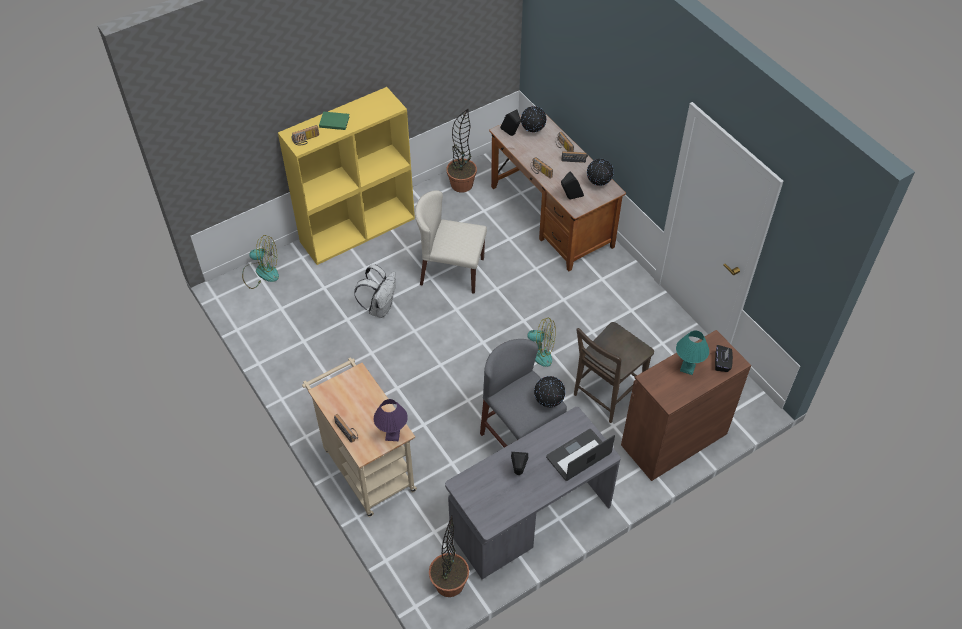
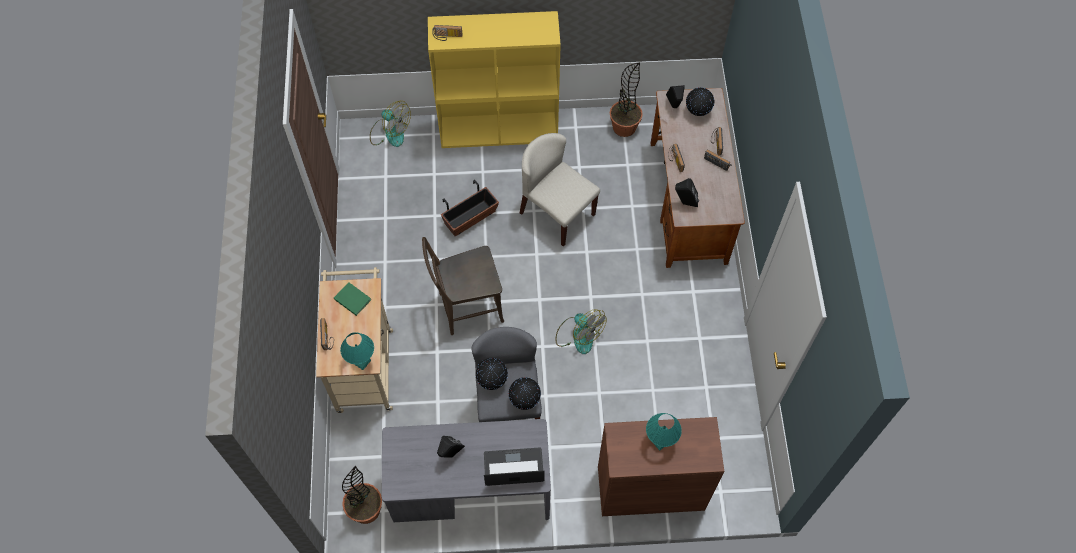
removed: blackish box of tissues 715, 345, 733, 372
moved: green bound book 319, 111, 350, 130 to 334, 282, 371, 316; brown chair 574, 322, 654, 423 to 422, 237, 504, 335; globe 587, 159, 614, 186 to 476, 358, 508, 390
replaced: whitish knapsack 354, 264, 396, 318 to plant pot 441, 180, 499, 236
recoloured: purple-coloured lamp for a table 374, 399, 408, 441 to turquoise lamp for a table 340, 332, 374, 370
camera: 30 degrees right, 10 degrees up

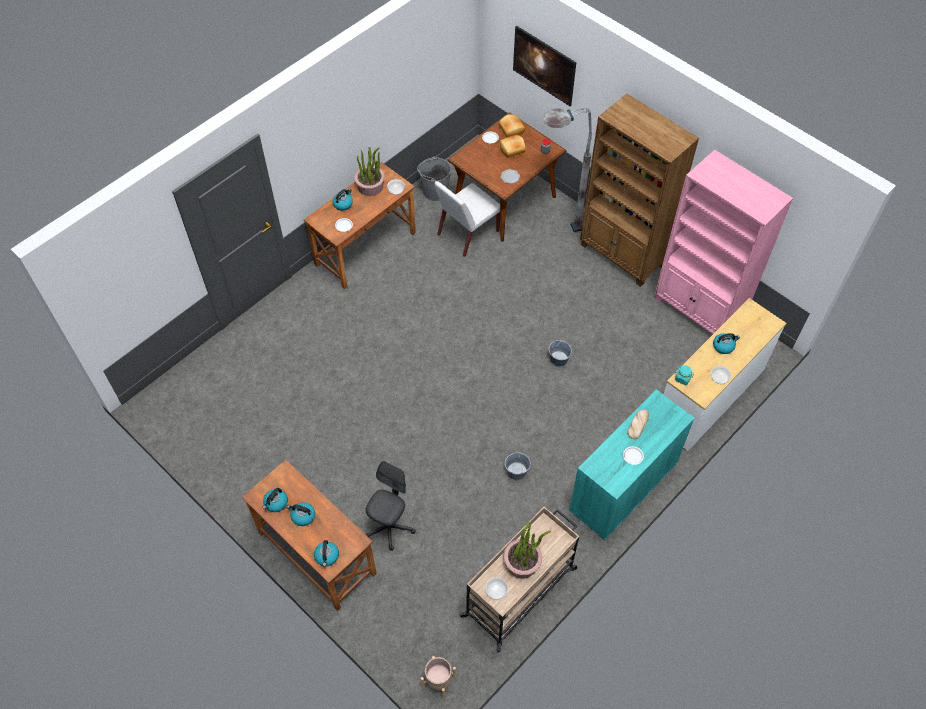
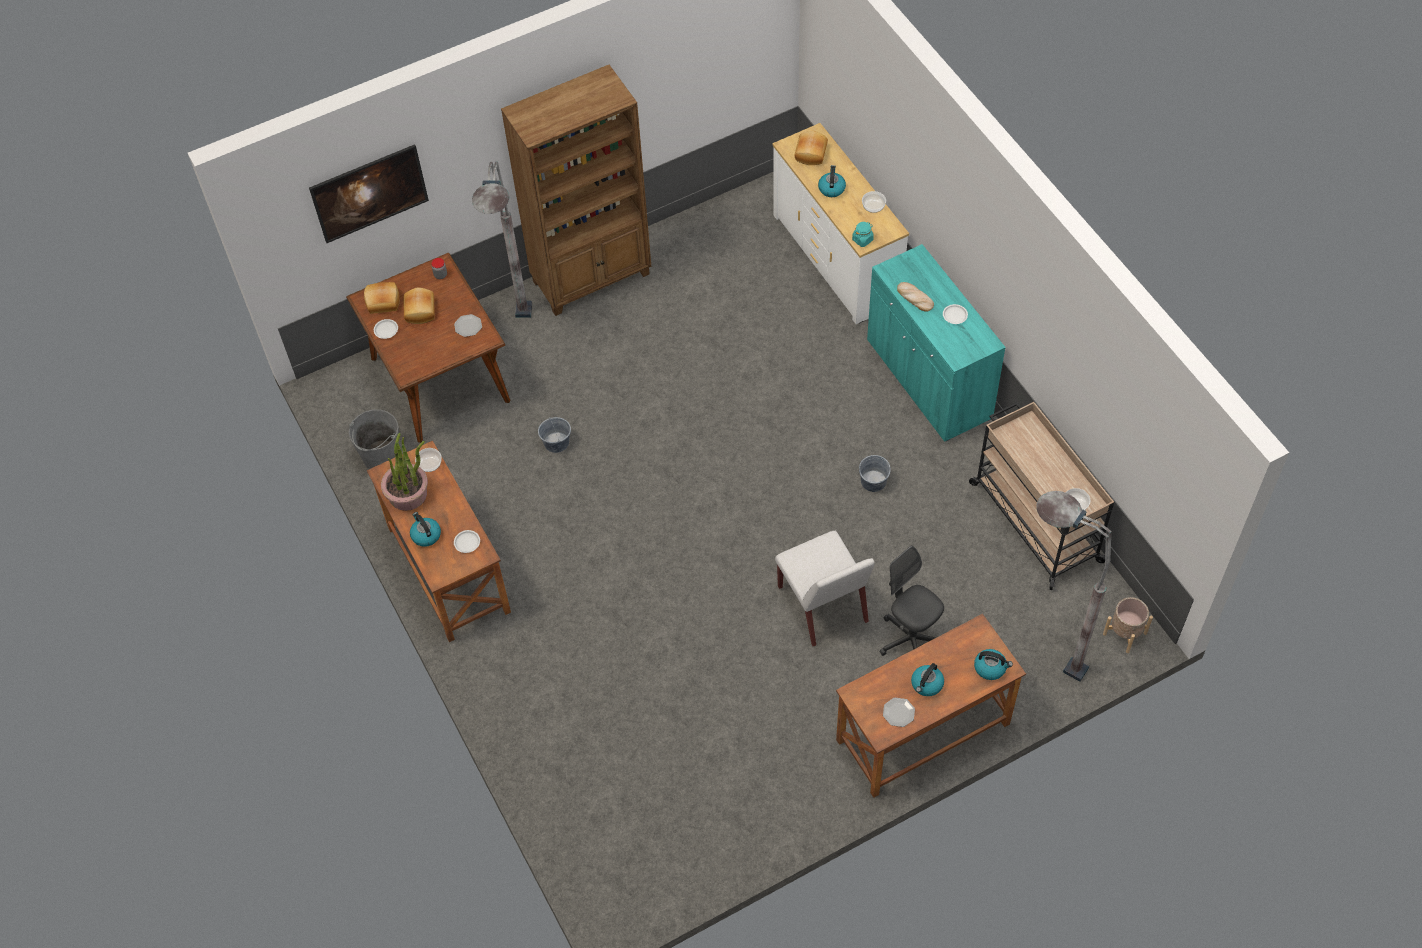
removed: houseplant 504, 522, 551, 578; pink bookcase 655, 150, 793, 334
added: bakery bread 795, 131, 828, 165; gray standard lamp 1037, 491, 1111, 682
moved: whitish chair 435, 181, 500, 257 to 775, 531, 875, 647; gray bucket 548, 340, 572, 366 to 538, 417, 571, 453
replaced: tea kettle 263, 488, 288, 512 to plate 883, 698, 915, 727
camera: 70 degrees left, 0 degrees up

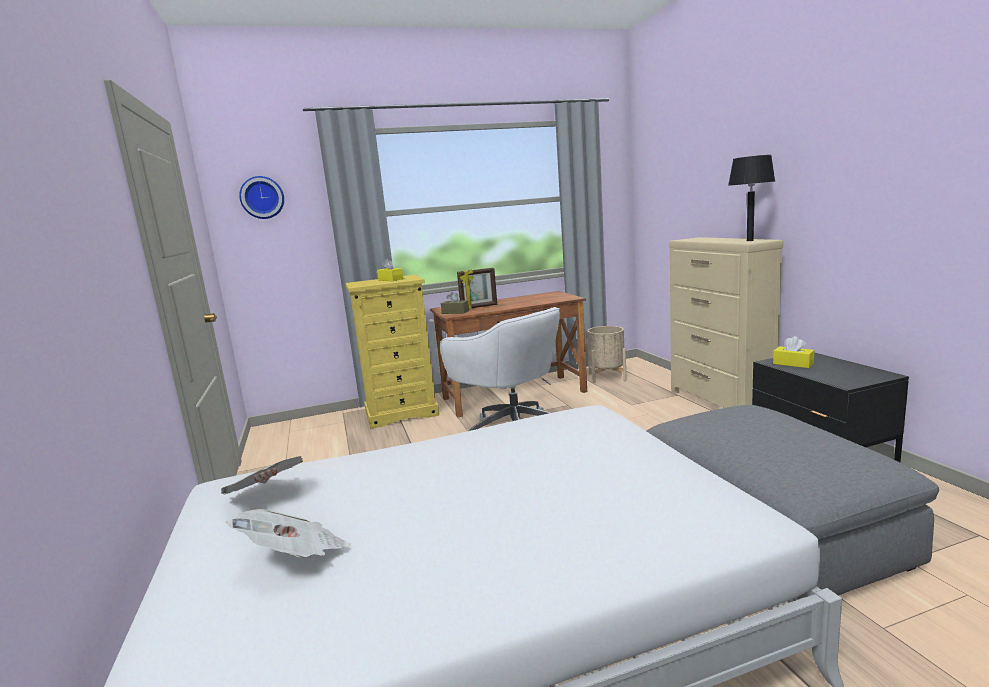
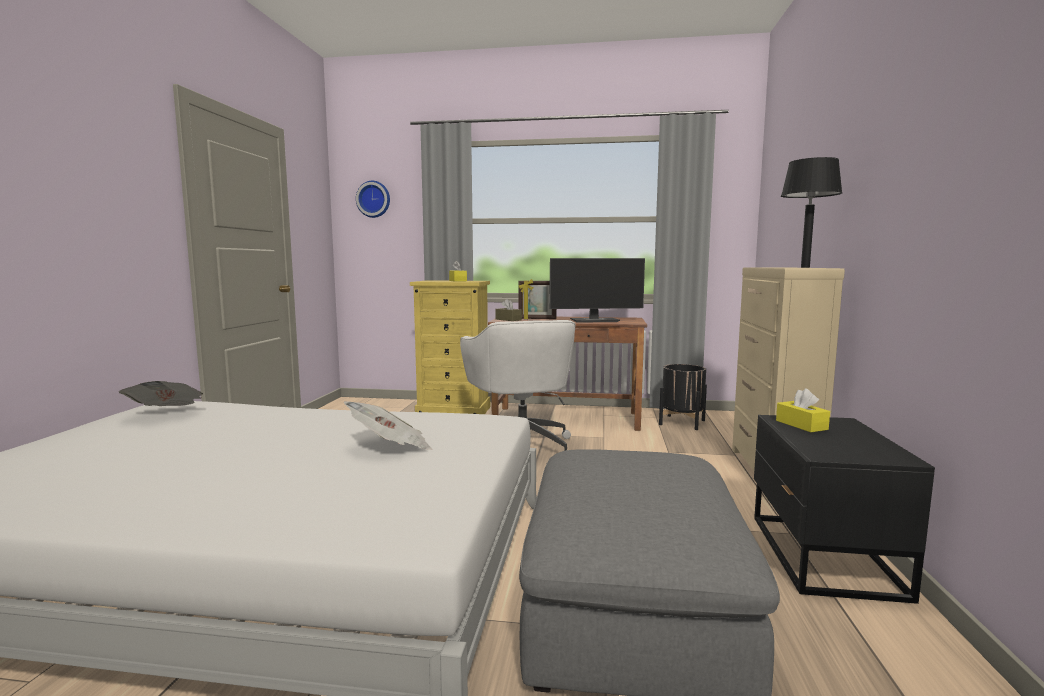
added: computer screen 549, 258, 645, 323
moved: printed paper 226, 509, 351, 558 to 343, 401, 432, 450
recoloured: beige plant pot 587, 326, 627, 383 to blackish plant pot 659, 364, 707, 430
camera: 25 degrees right, 5 degrees down

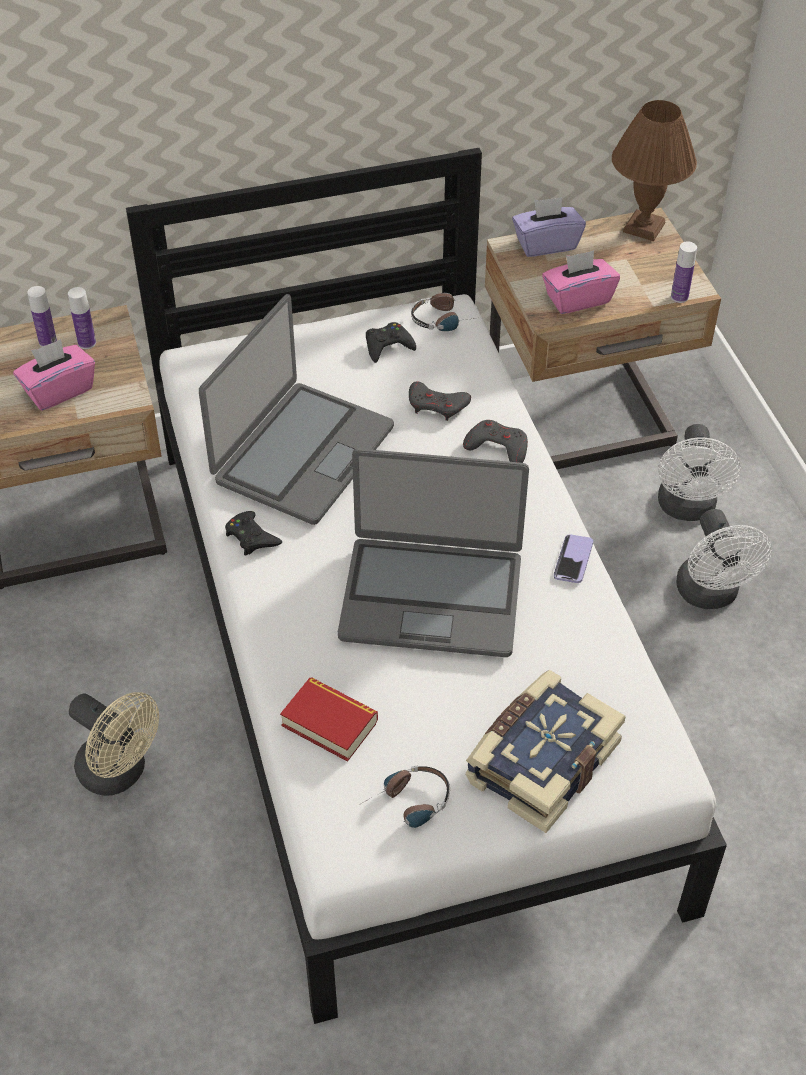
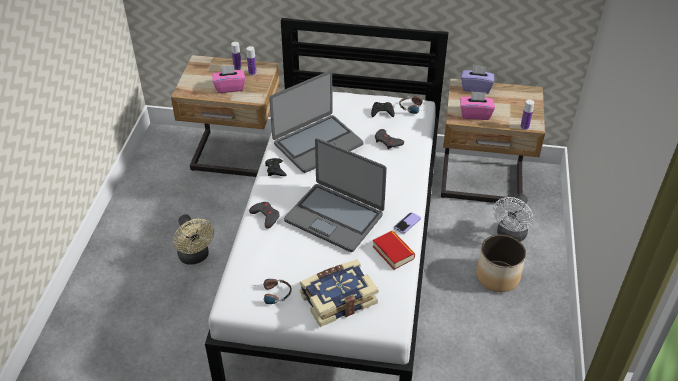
removed: brown lamp for a table 612, 100, 697, 241
moved: bound book 280, 678, 378, 762 to 373, 231, 415, 270; gray gamepad 463, 420, 528, 463 to 249, 202, 280, 229
replaced: whitish electric fan 676, 509, 772, 609 to plant pot 476, 235, 526, 292
camera: 25 degrees right, 5 degrees down

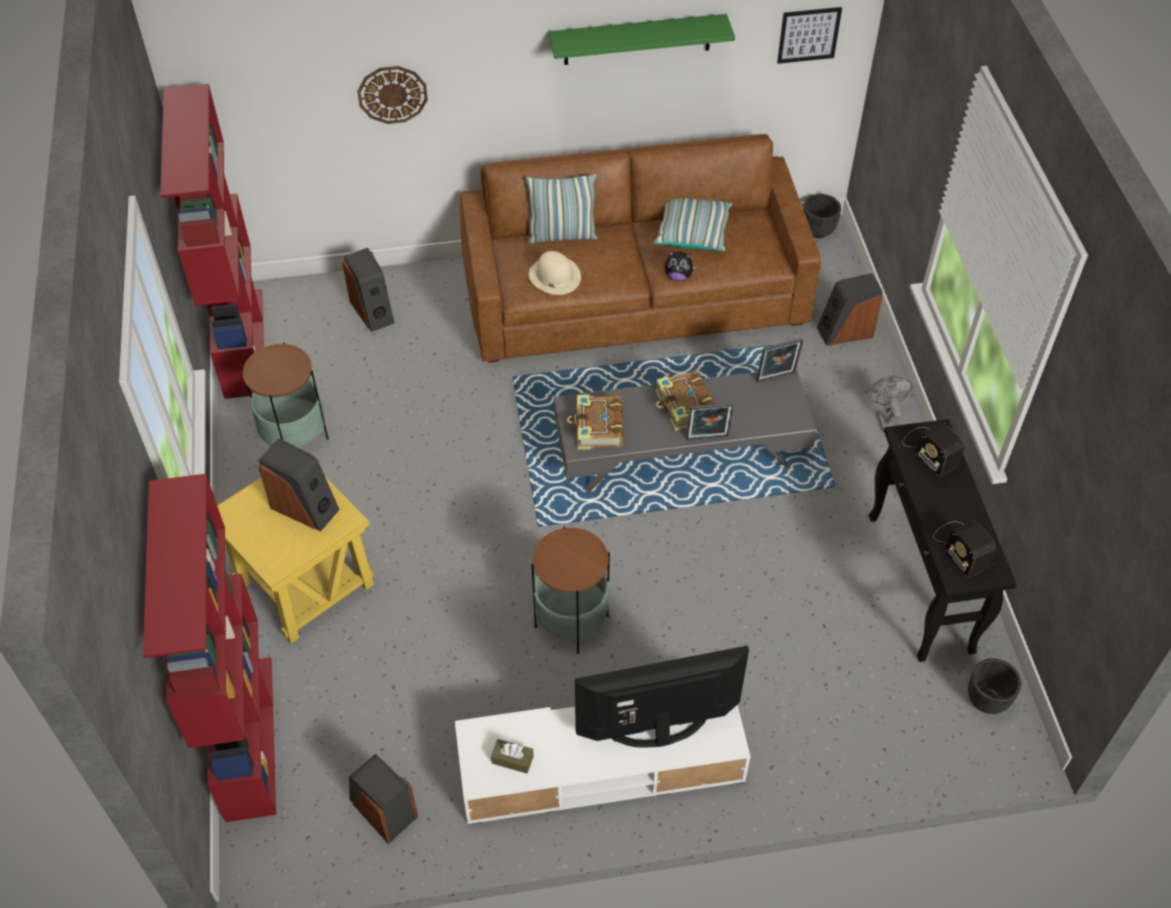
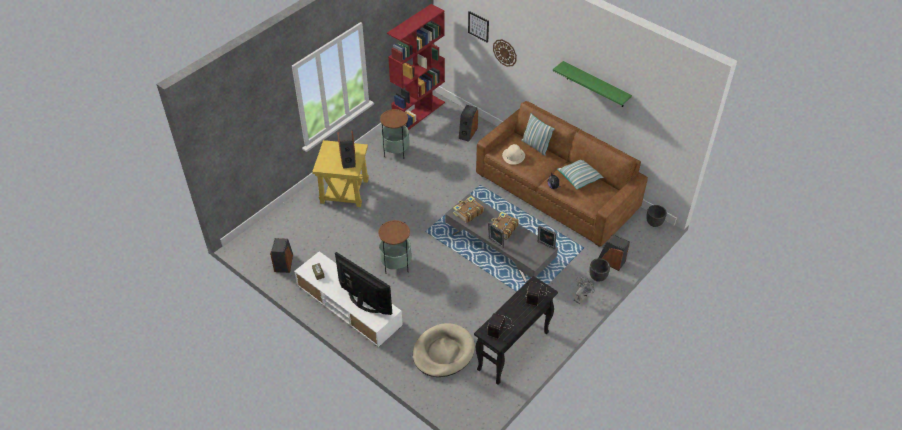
removed: reddish bookcase 143, 474, 276, 822
added: beige dog cushion 413, 323, 475, 377
moved: wall picture 777, 7, 842, 64 to 468, 11, 489, 43; blackish plant pot 968, 658, 1021, 714 to 589, 258, 610, 282
camera: 50 degrees right, 5 degrees down

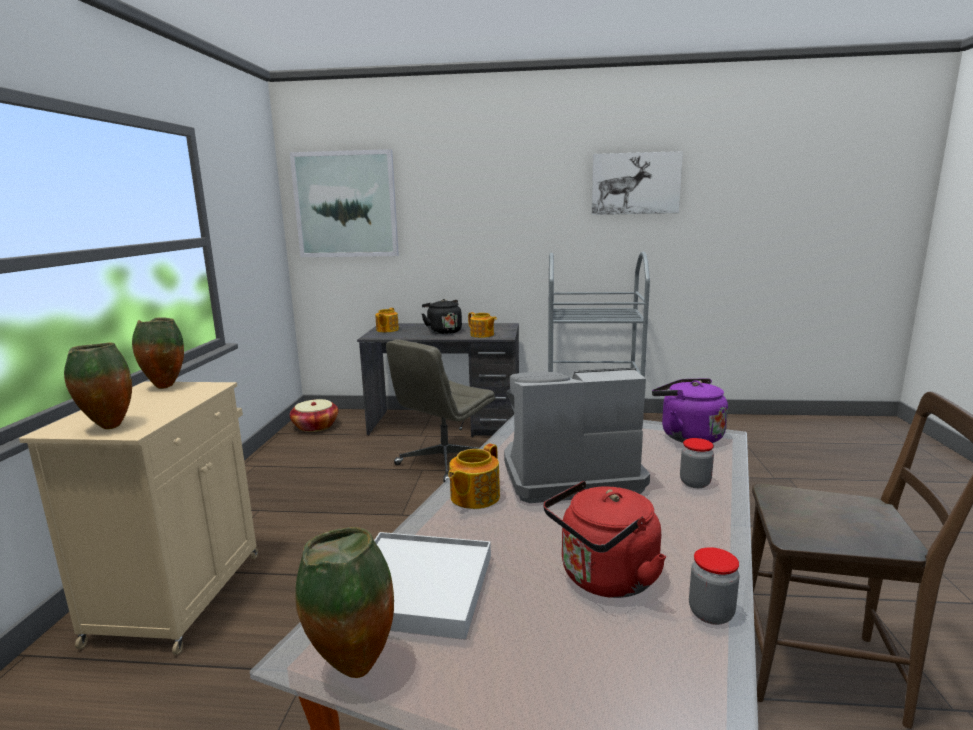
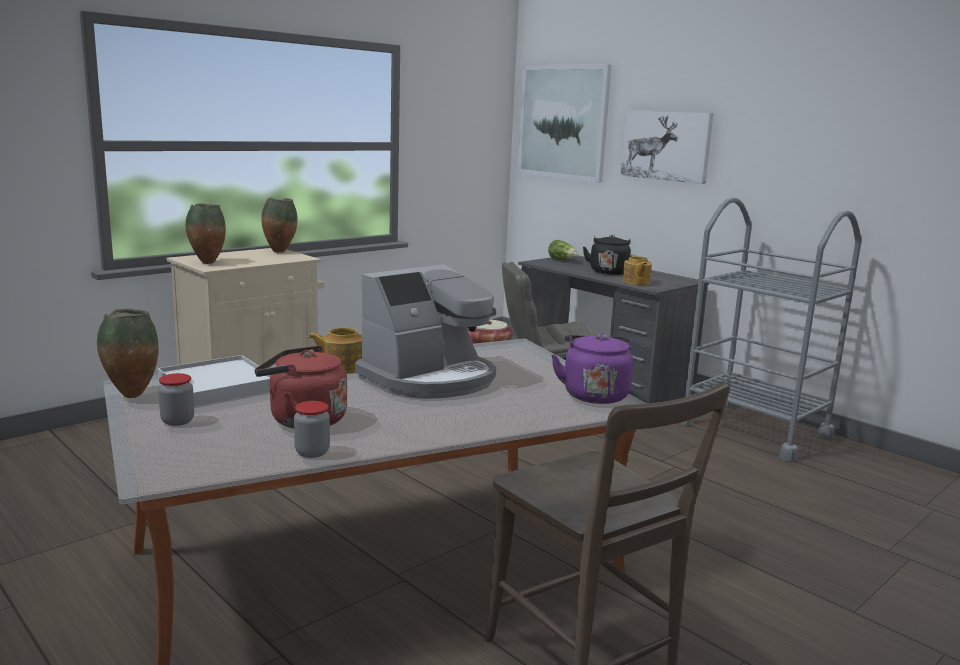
moved: wall picture 592, 151, 683, 215 to 621, 110, 714, 184; jar 680, 438, 714, 488 to 158, 373, 194, 426
replaced: teapot 375, 308, 399, 332 to head of lettuce 548, 240, 577, 260
turned: coffee maker 504, 368, 650, 503 = 355, 264, 496, 399 105 degrees clockwise
camera: 40 degrees right, 0 degrees up

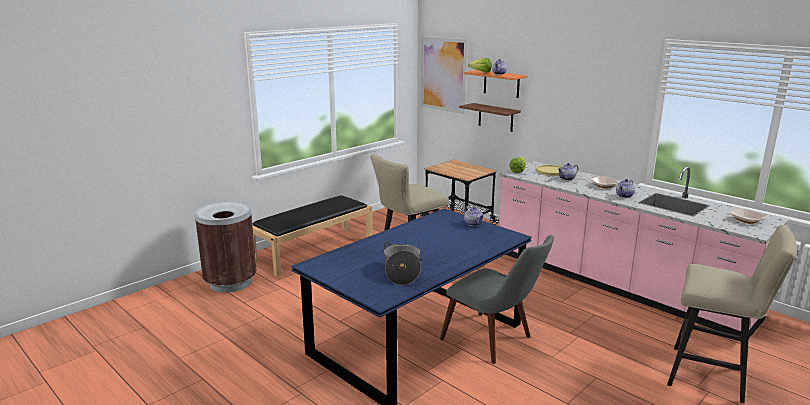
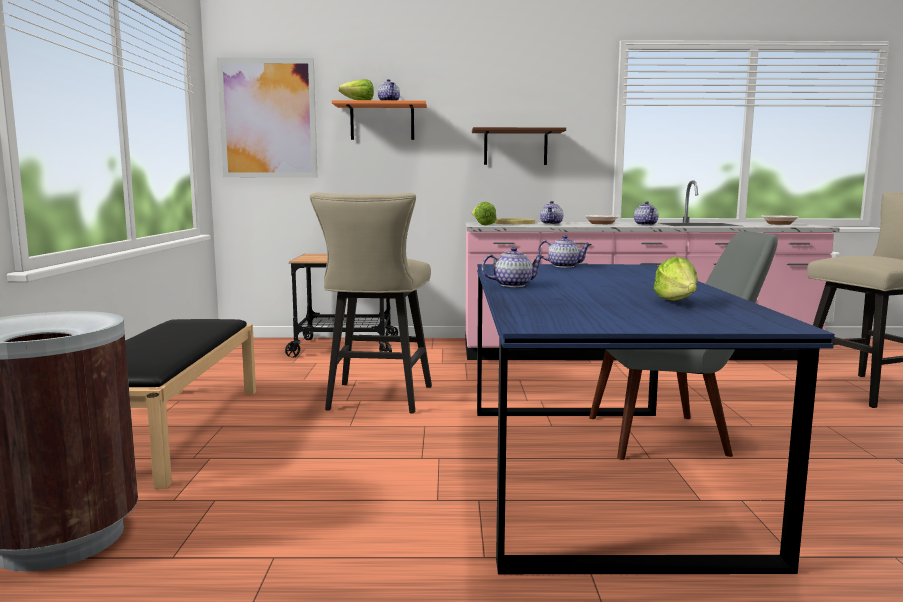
added: teapot 482, 247, 544, 287
moved: brown shelf 459, 103, 521, 132 to 472, 127, 566, 165
replaced: saucepot 384, 242, 421, 285 to head of lettuce 654, 257, 698, 301
camera: 45 degrees left, 10 degrees down

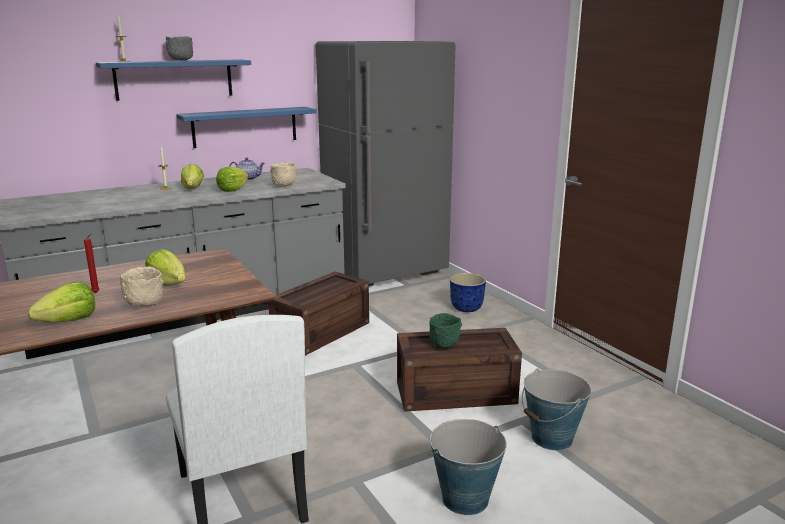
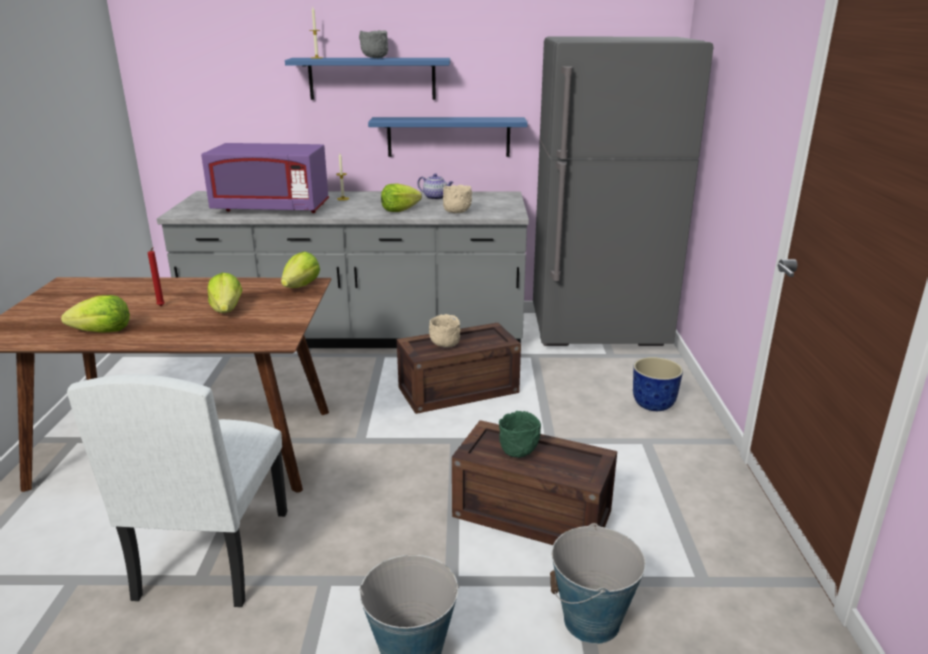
added: purple-coloured kitchen microwave 201, 143, 329, 213
moved: beige bowl 120, 266, 164, 307 to 429, 314, 460, 348; head of lettuce 181, 164, 204, 189 to 281, 252, 320, 288
camera: 30 degrees right, 5 degrees up

